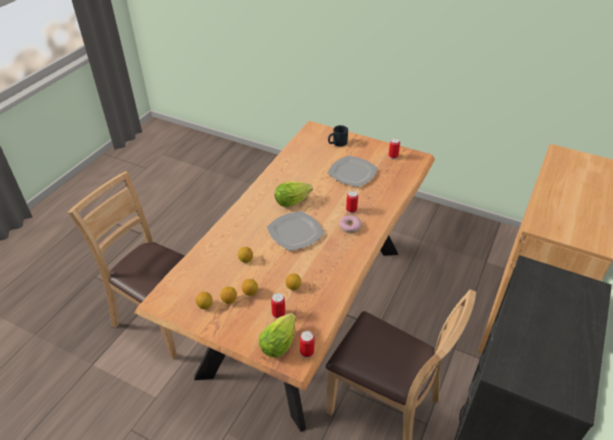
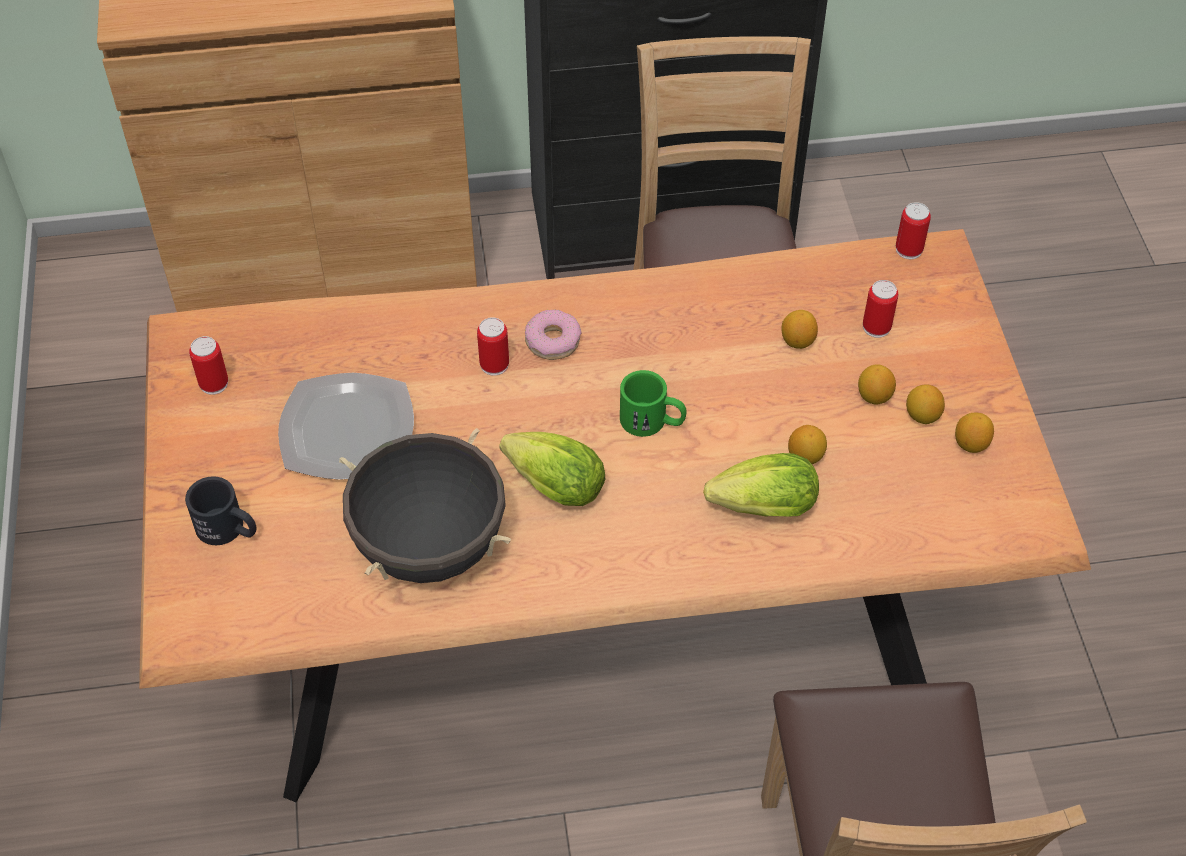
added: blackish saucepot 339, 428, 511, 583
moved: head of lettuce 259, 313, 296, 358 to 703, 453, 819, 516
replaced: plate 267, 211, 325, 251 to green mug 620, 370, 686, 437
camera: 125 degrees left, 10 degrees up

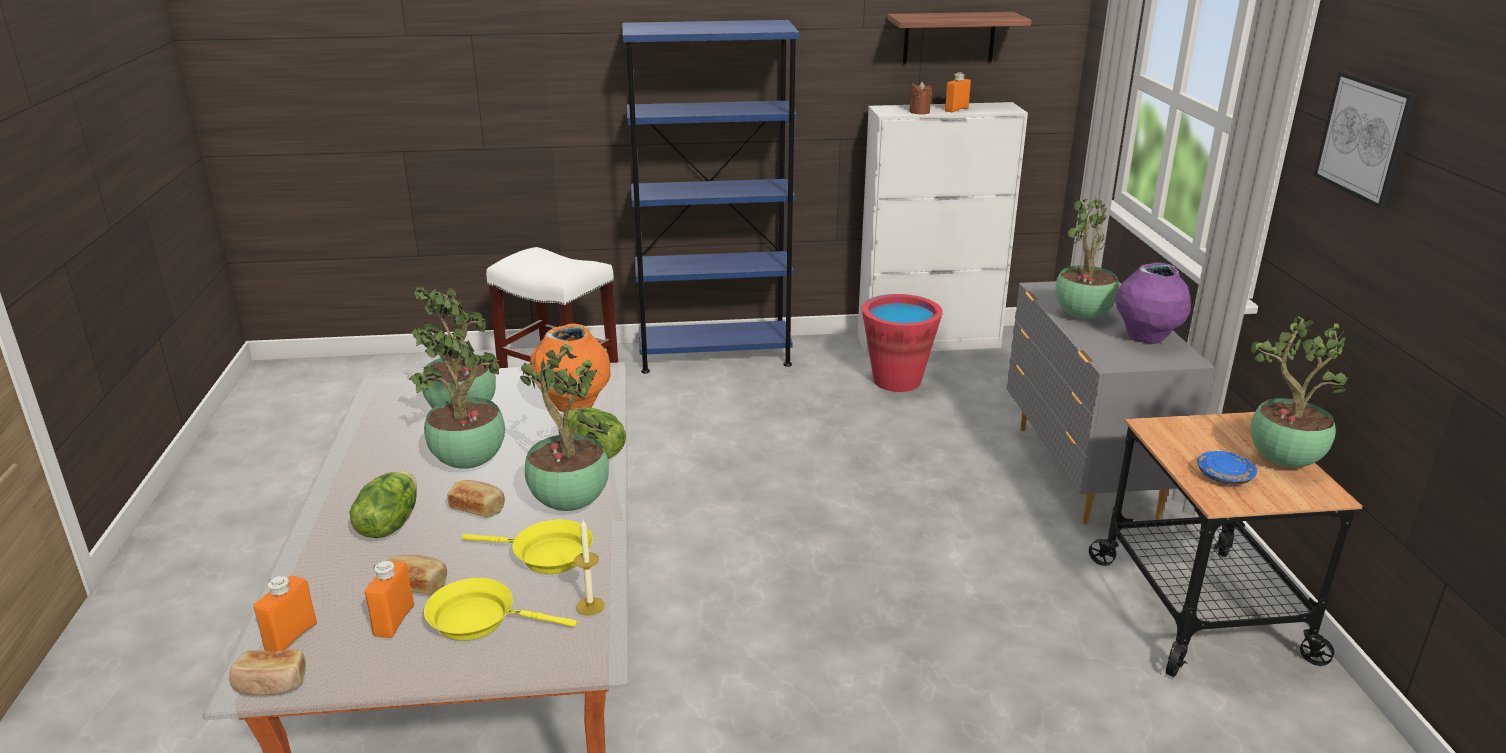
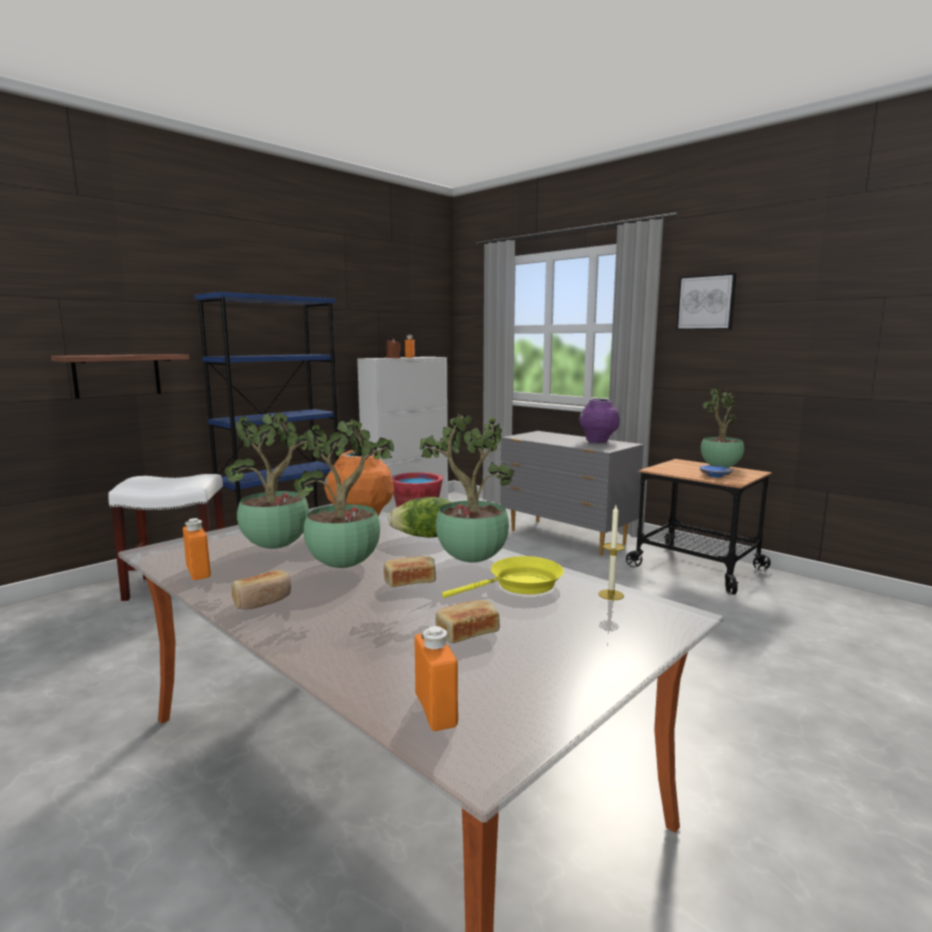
removed: head of lettuce 349, 472, 417, 538; yellow skillet 424, 578, 577, 641; houseplant 1055, 196, 1119, 319
moved: bakery bread 229, 649, 306, 695 to 232, 570, 291, 610; orange bottle 365, 561, 414, 638 to 183, 518, 211, 580; shelf 887, 12, 1032, 64 to 51, 354, 189, 399
camera: 40 degrees left, 15 degrees down

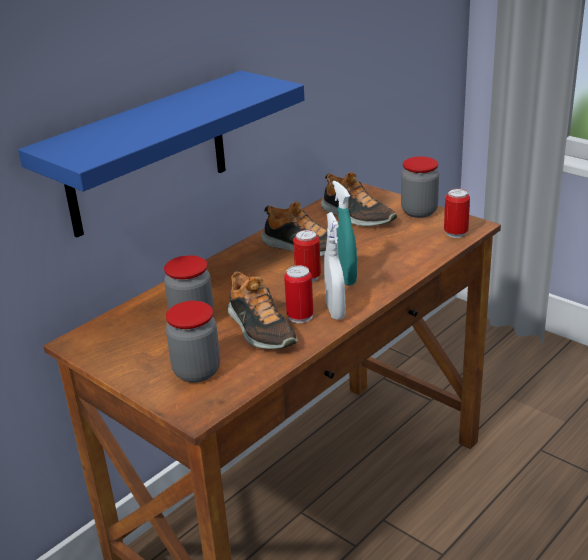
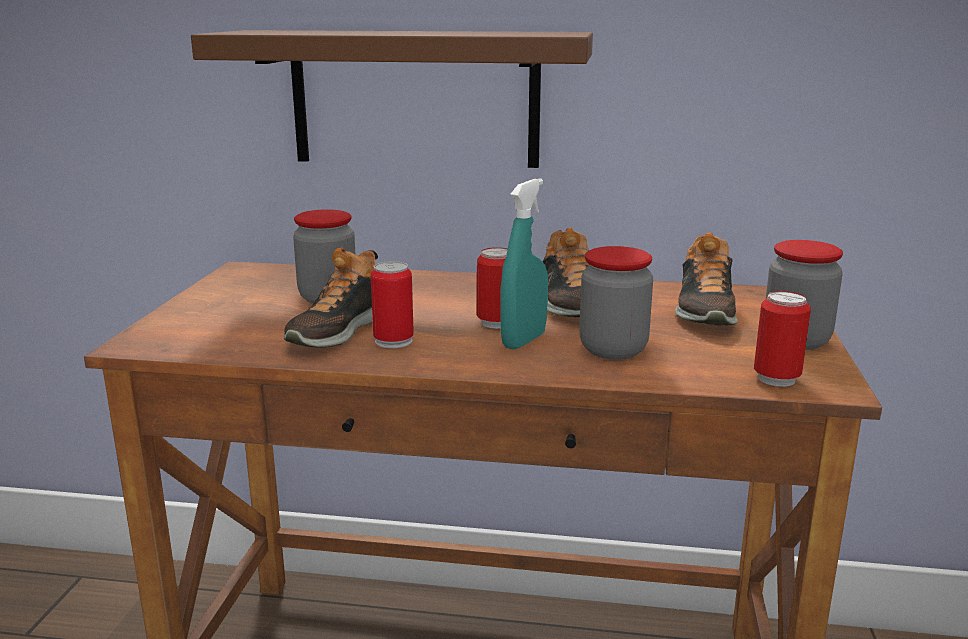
removed: whitish hand sprayer 324, 212, 346, 320
moved: jar 166, 301, 220, 383 to 579, 246, 653, 360
recoloured: blue-coloured shelf 18, 71, 305, 238 to brown shelf 191, 30, 593, 168
camera: 55 degrees right, 10 degrees down

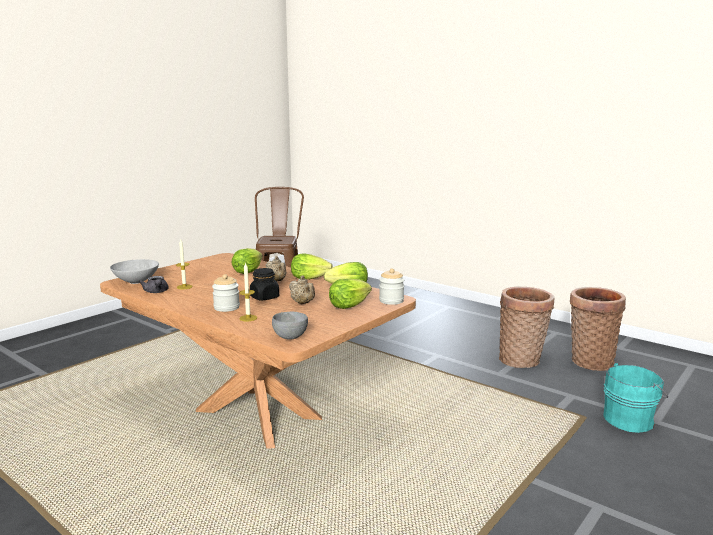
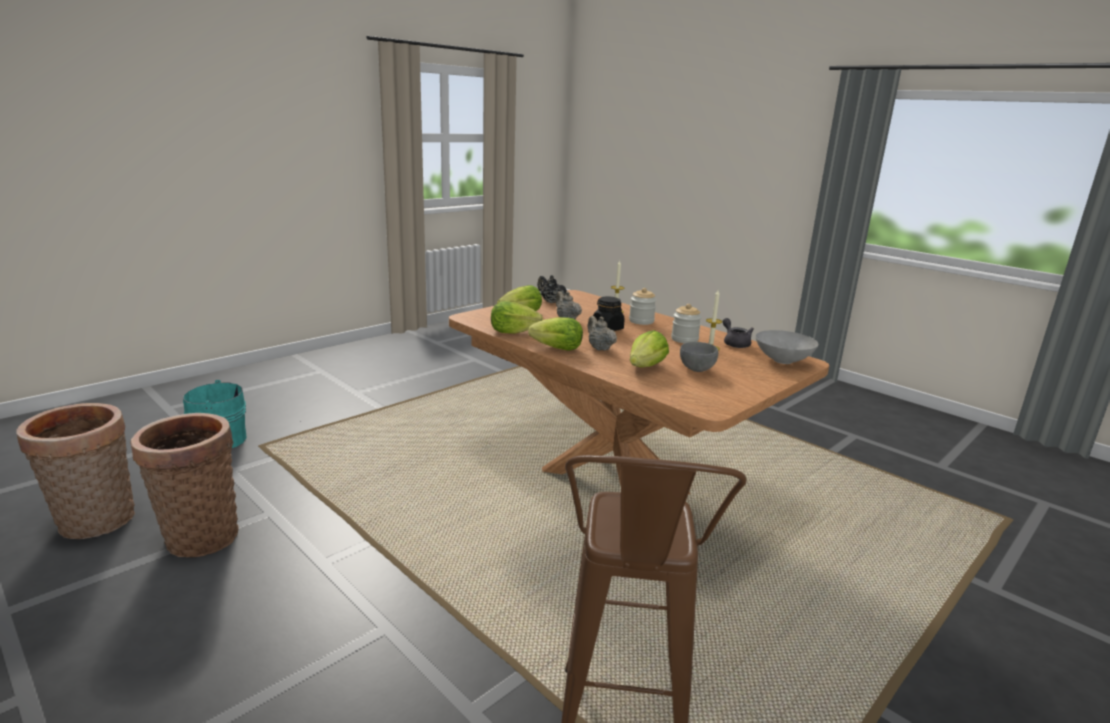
added: blackish teapot 537, 275, 567, 303
moved: gray bowl 272, 312, 308, 340 to 680, 342, 718, 372; jar 379, 268, 404, 305 to 671, 304, 702, 343
camera: 175 degrees left, 5 degrees up

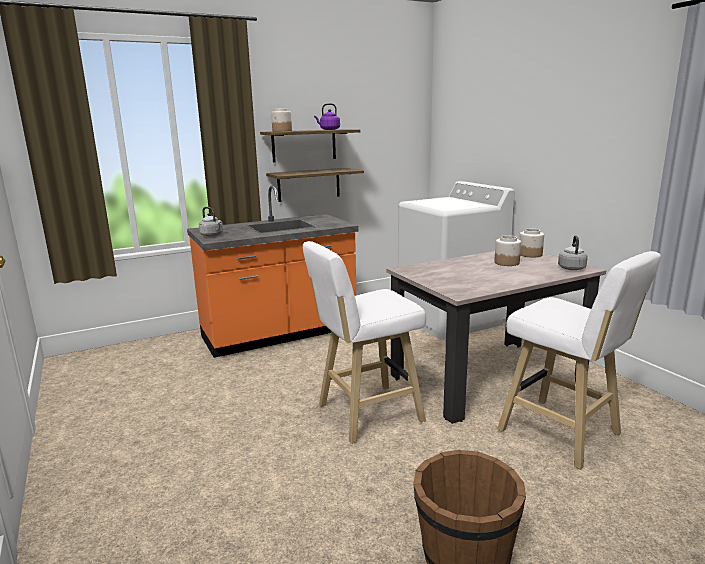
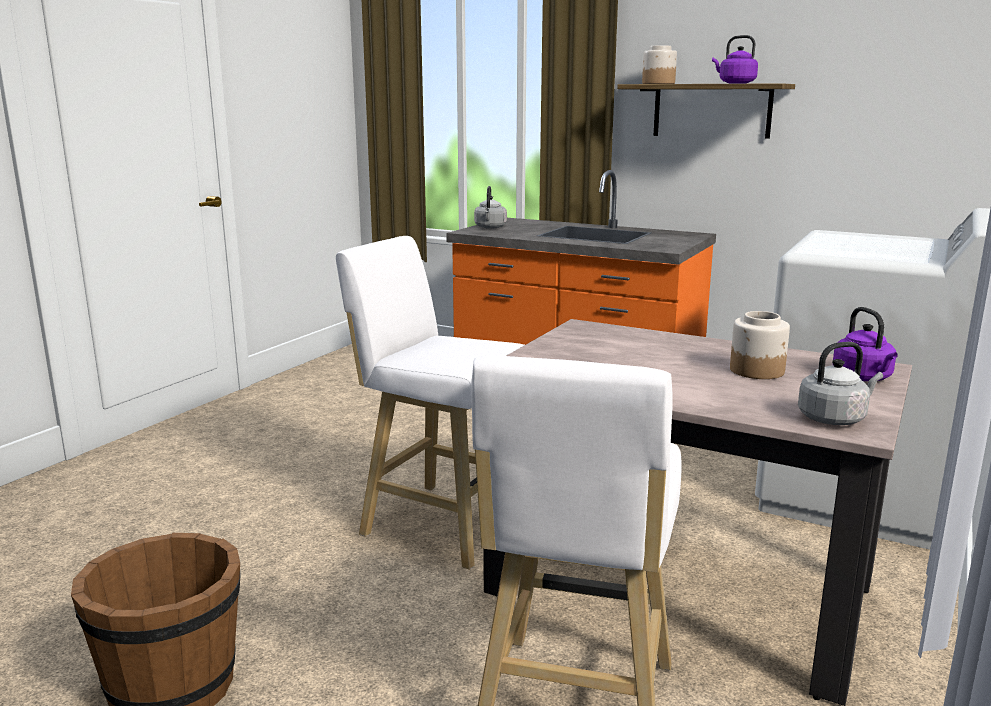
removed: shelf 266, 168, 364, 202
replaced: jar 519, 229, 544, 257 to purple-coloured tea kettle 832, 307, 898, 381
camera: 55 degrees right, 0 degrees up

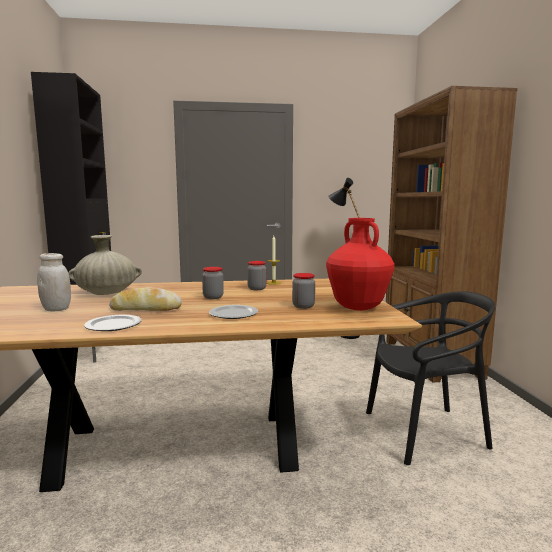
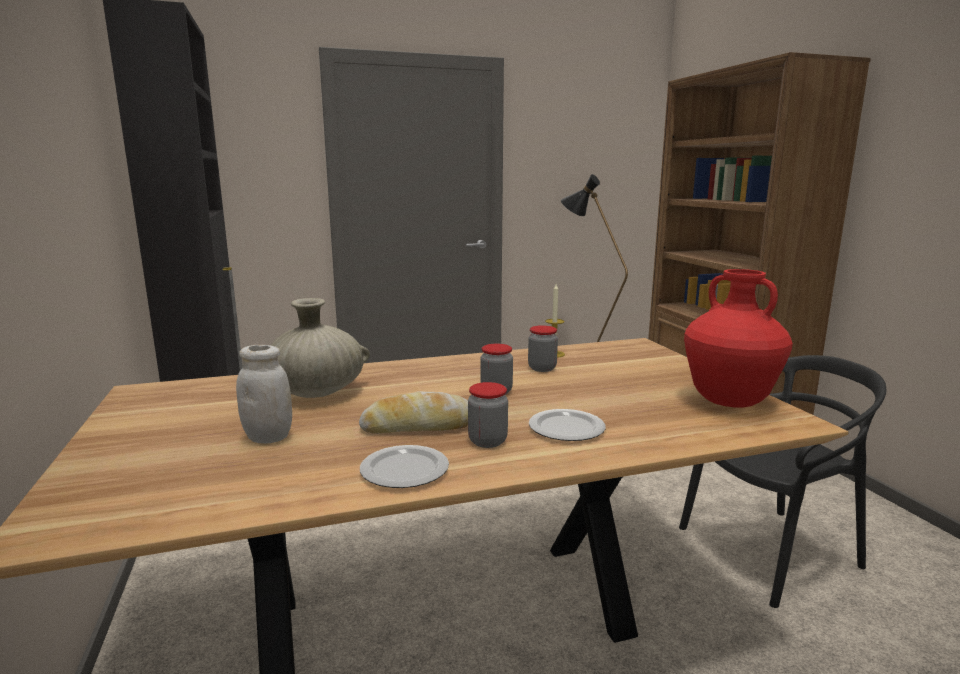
moved: jar 292, 273, 315, 309 to 468, 382, 508, 448
camera: 10 degrees left, 5 degrees up

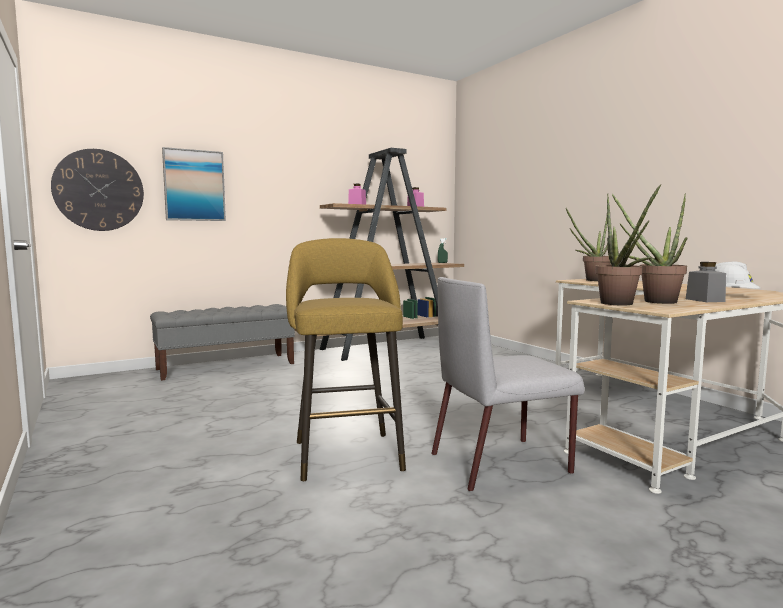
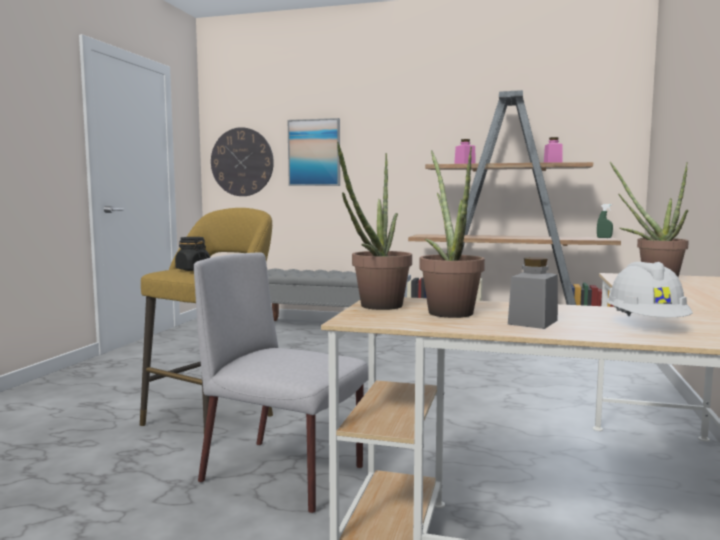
added: blackish jar 175, 237, 210, 271
camera: 45 degrees right, 0 degrees up

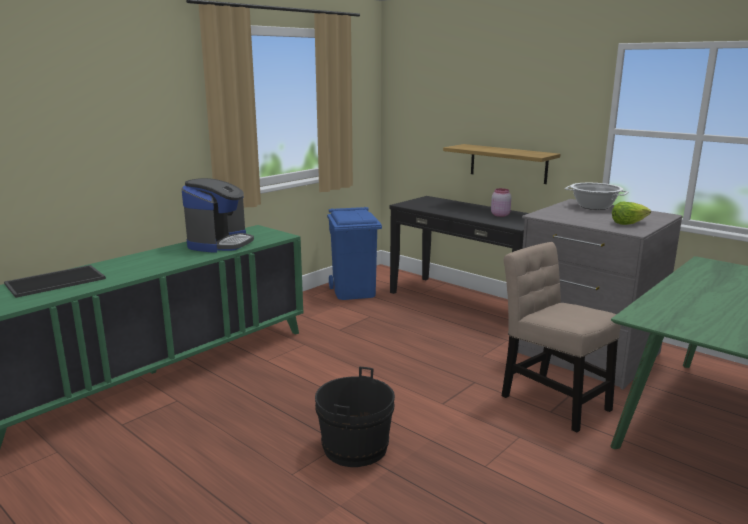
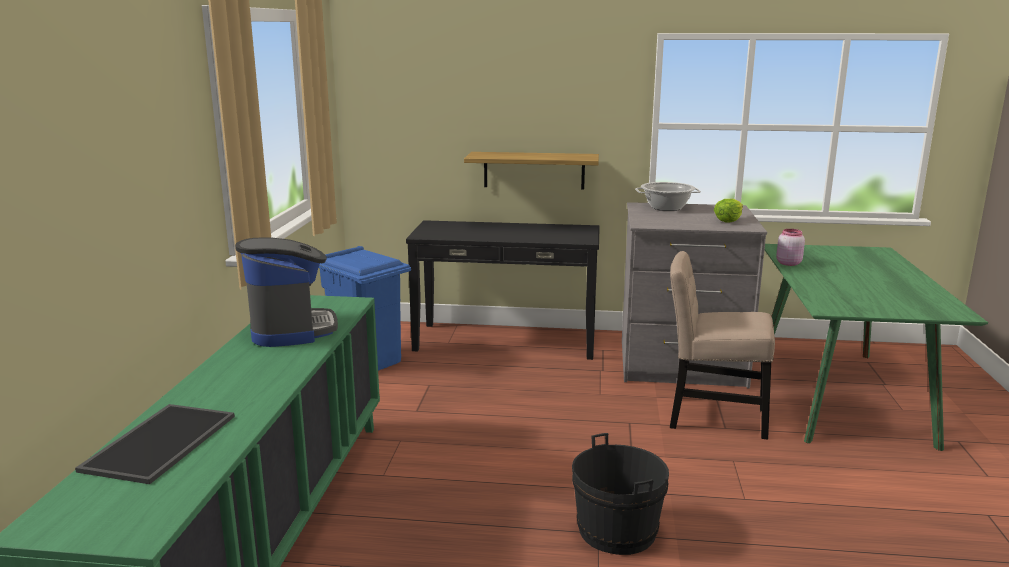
moved: pink jar 491, 188, 511, 217 to 776, 229, 805, 266
camera: 35 degrees left, 0 degrees up

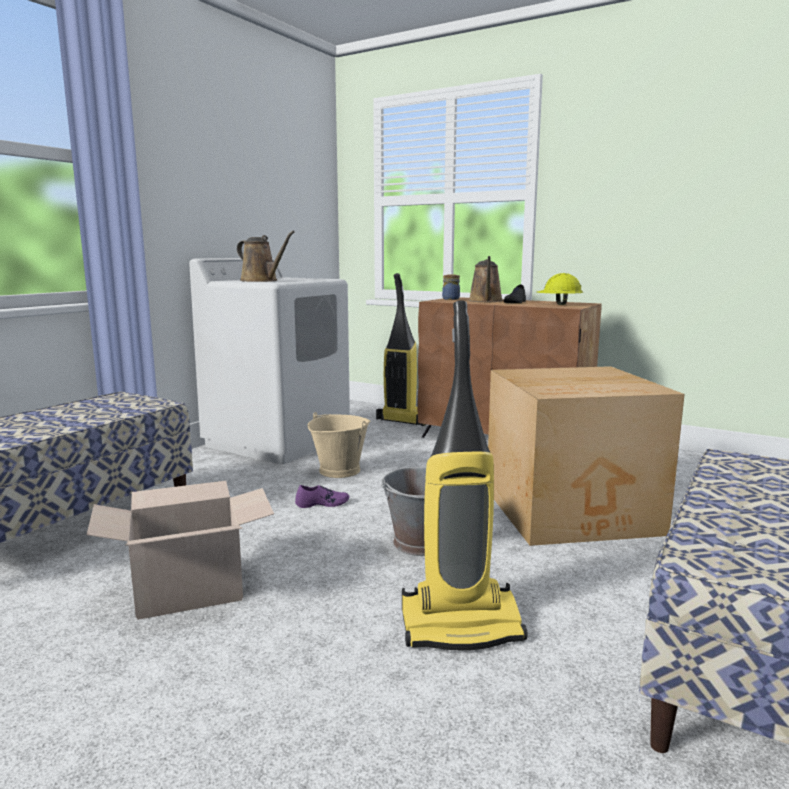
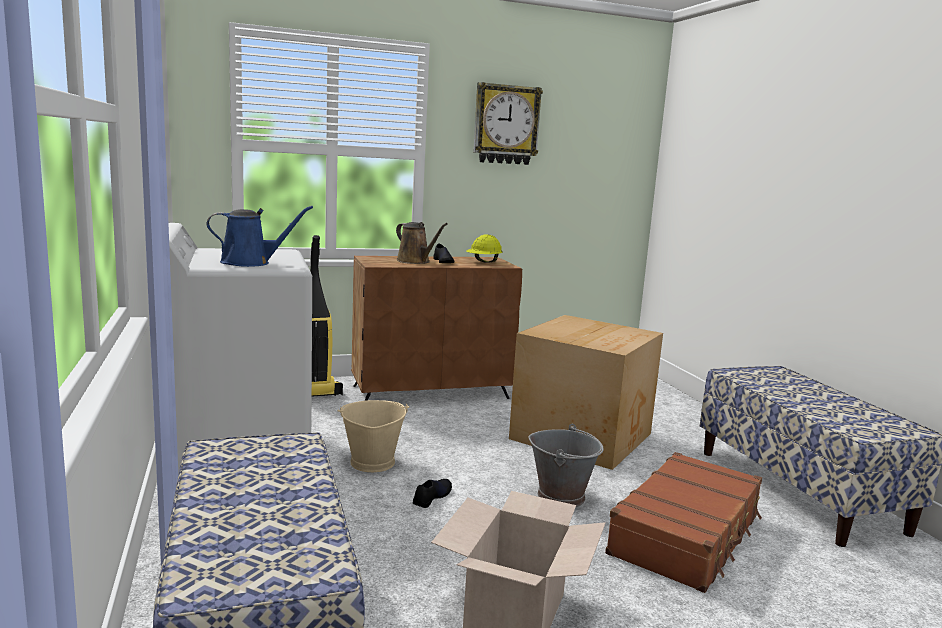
removed: jar 442, 275, 460, 300
added: hanging clock 473, 82, 543, 165
replaced: vacuum 402, 301, 528, 650 to brown suitcase 605, 452, 762, 593
recoloured: brown watering can 237, 231, 295, 282 to blue-coloured watering can 206, 206, 313, 267; purple-coloured low shoe 295, 485, 350, 508 to blackish low shoe 413, 479, 452, 508
camera: 50 degrees left, 0 degrees up

